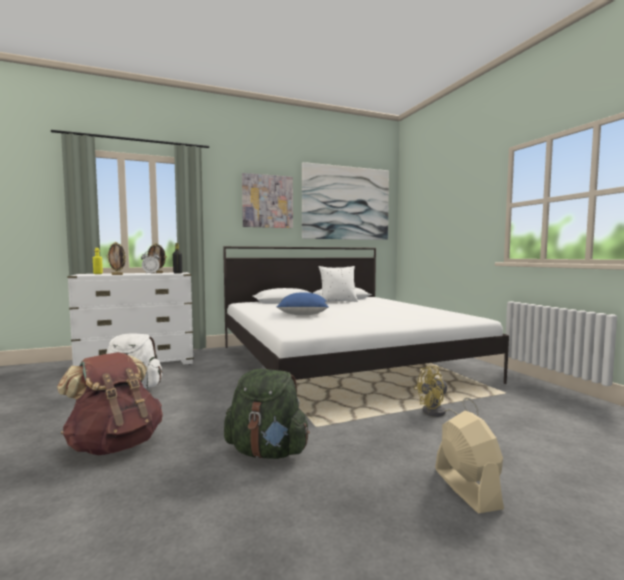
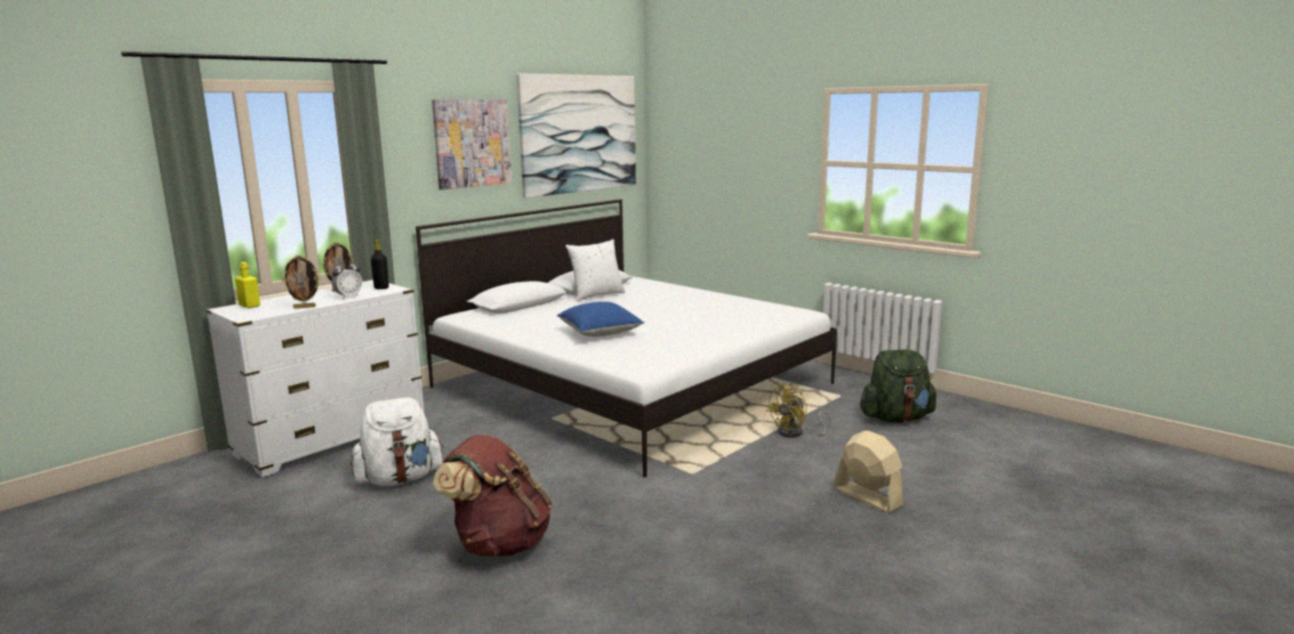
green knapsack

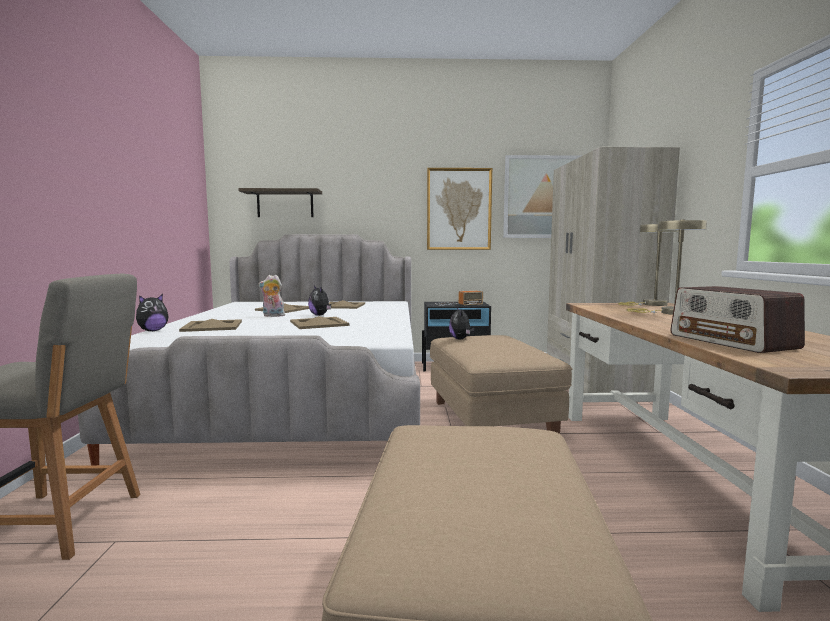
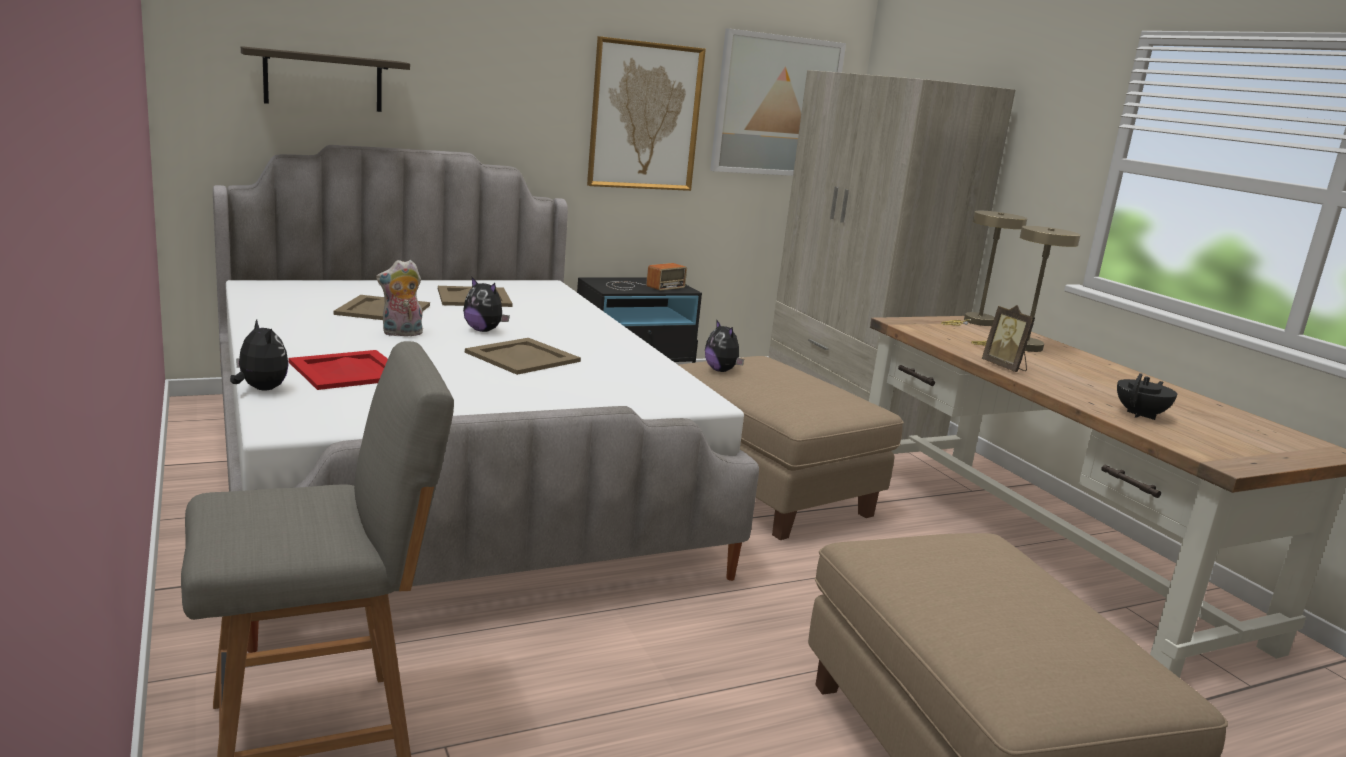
soft toy (1st from left); red-coloured tray; black tea pot; picture frame

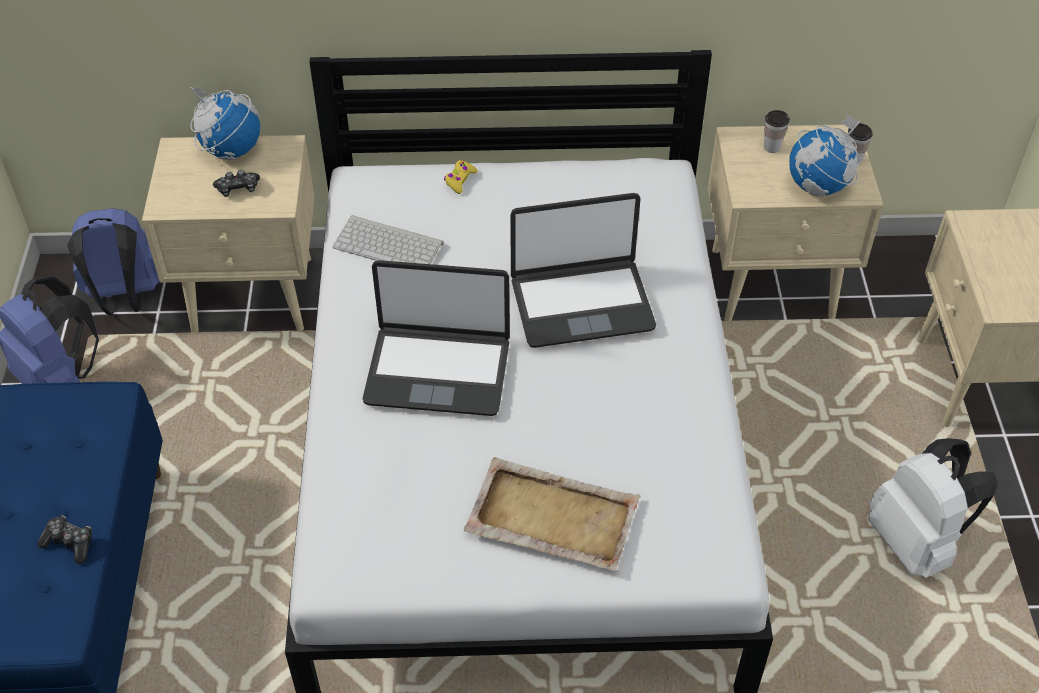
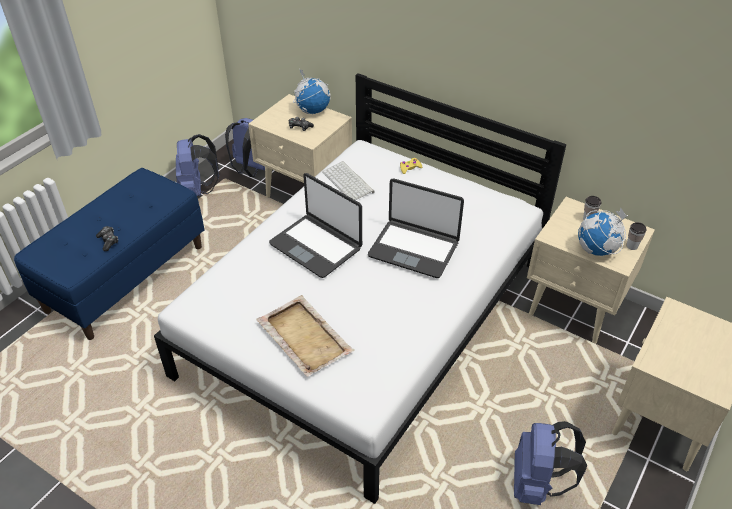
blue knapsack (3rd from left)

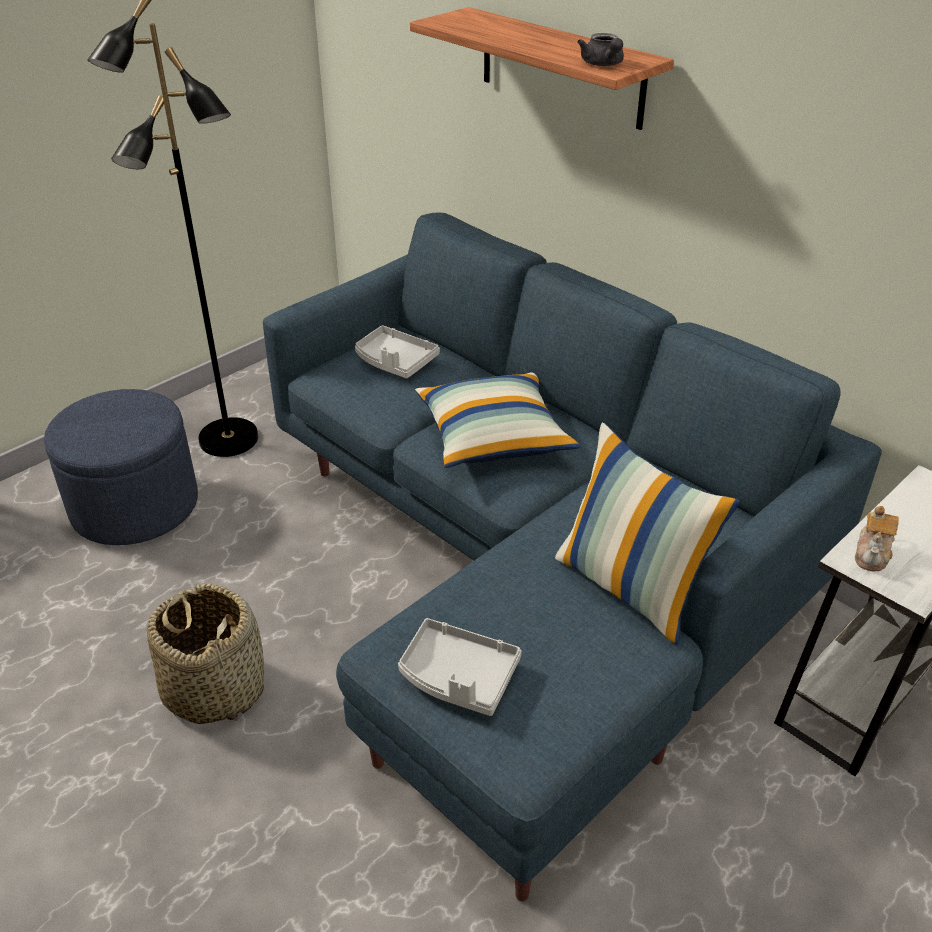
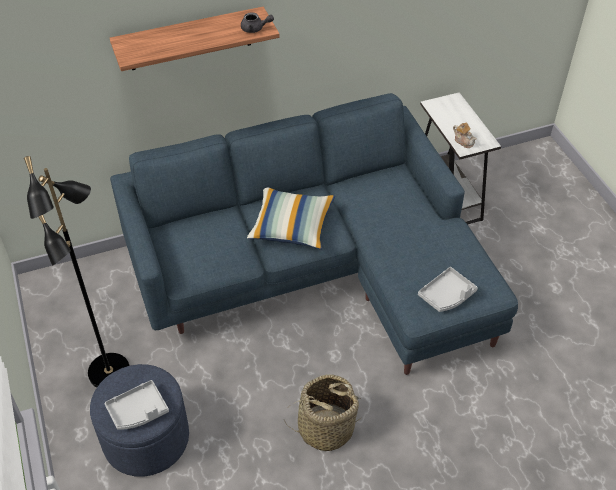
grey tray (1st from left); pillow (2nd from left in the first image)

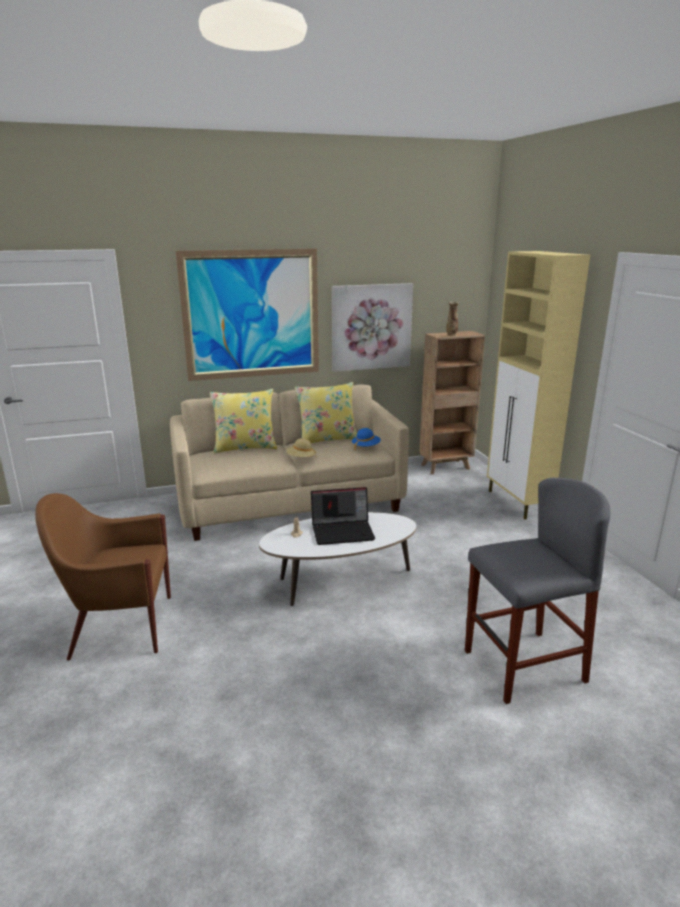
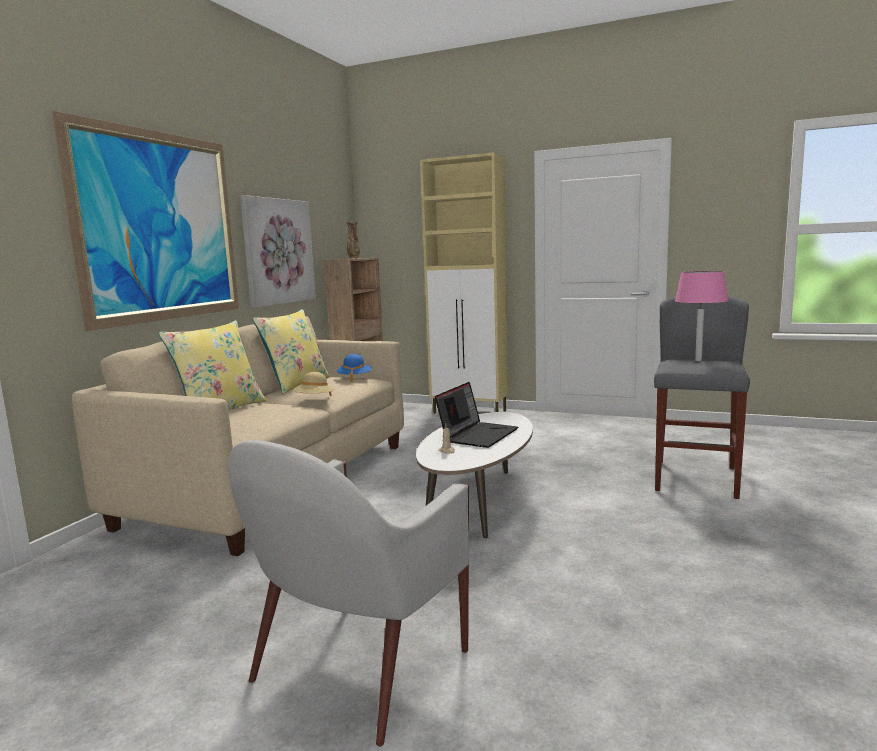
white easy chair; pinkish tabletop lamp

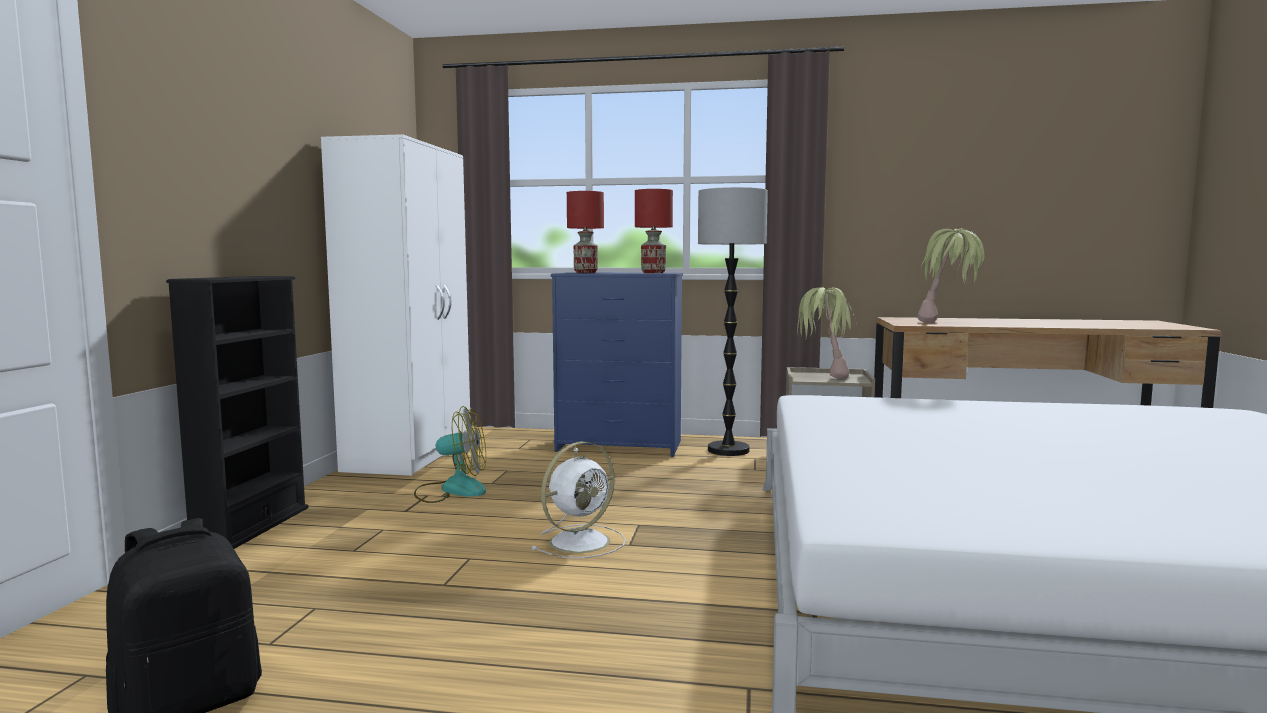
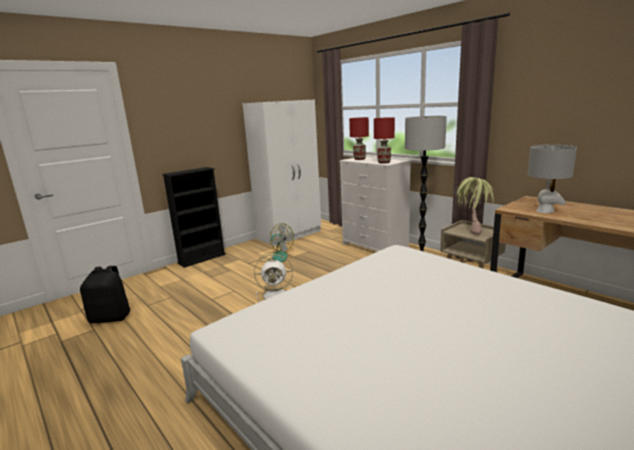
white drawer chest; grey tabletop lamp

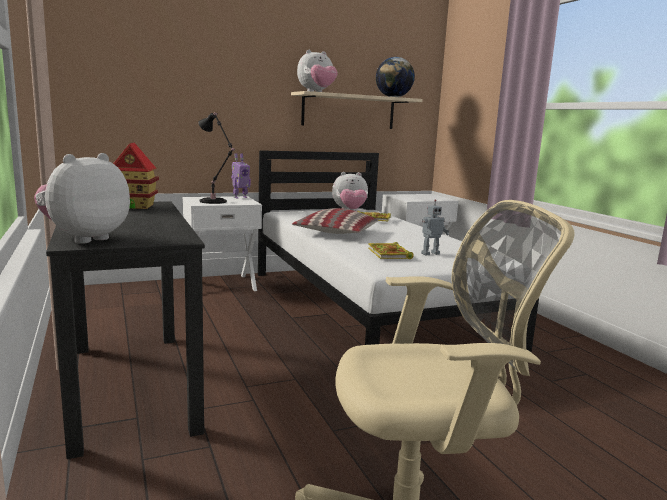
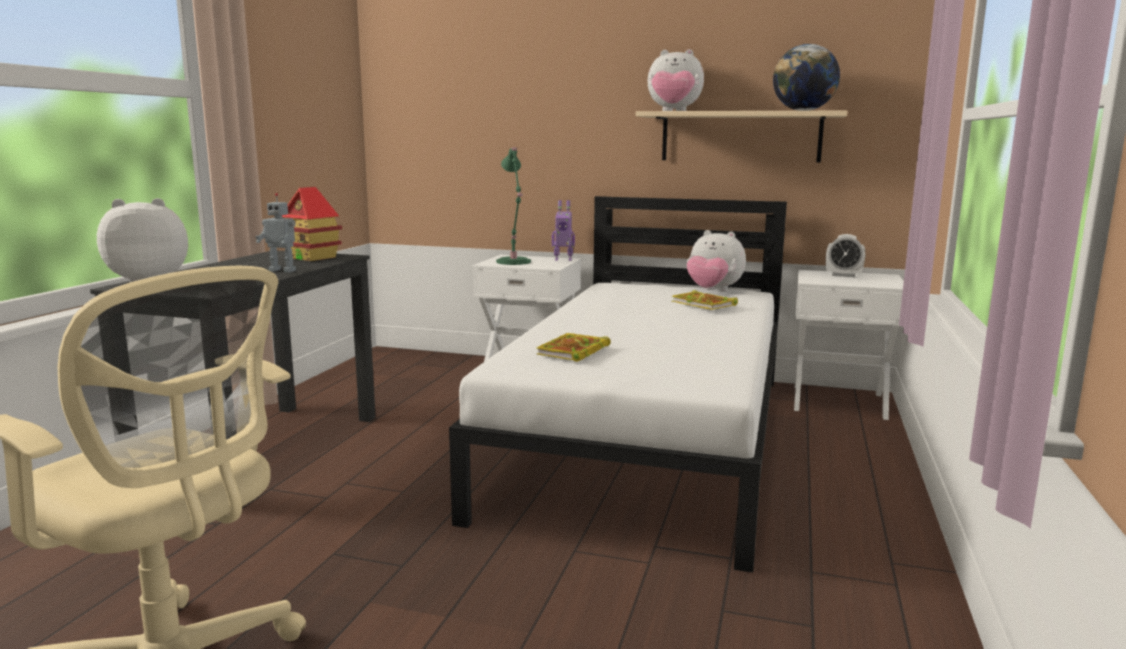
green tabletop lamp; pillow; toy robot (1st from left); table clock

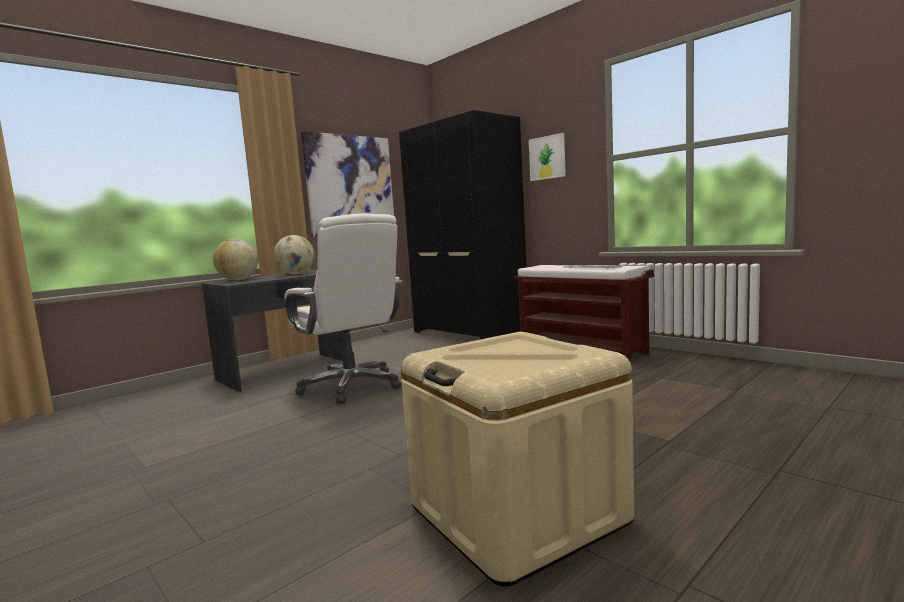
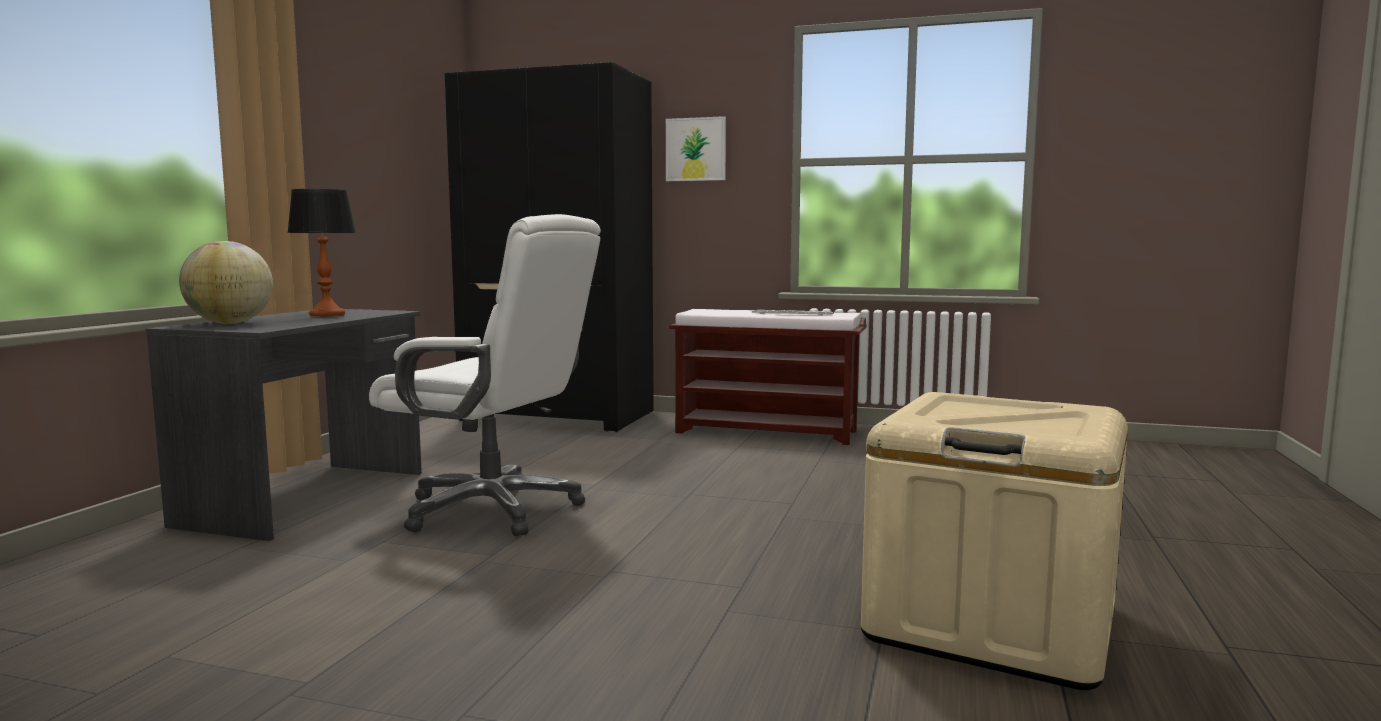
tabletop lamp; picture (1st from left in the first image)

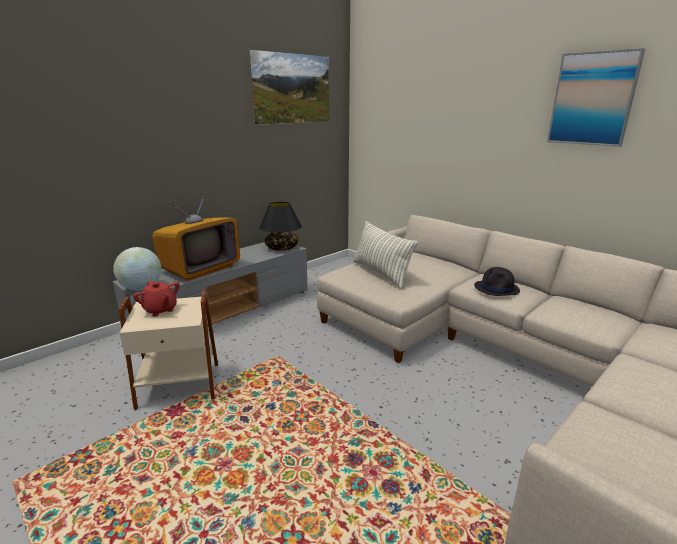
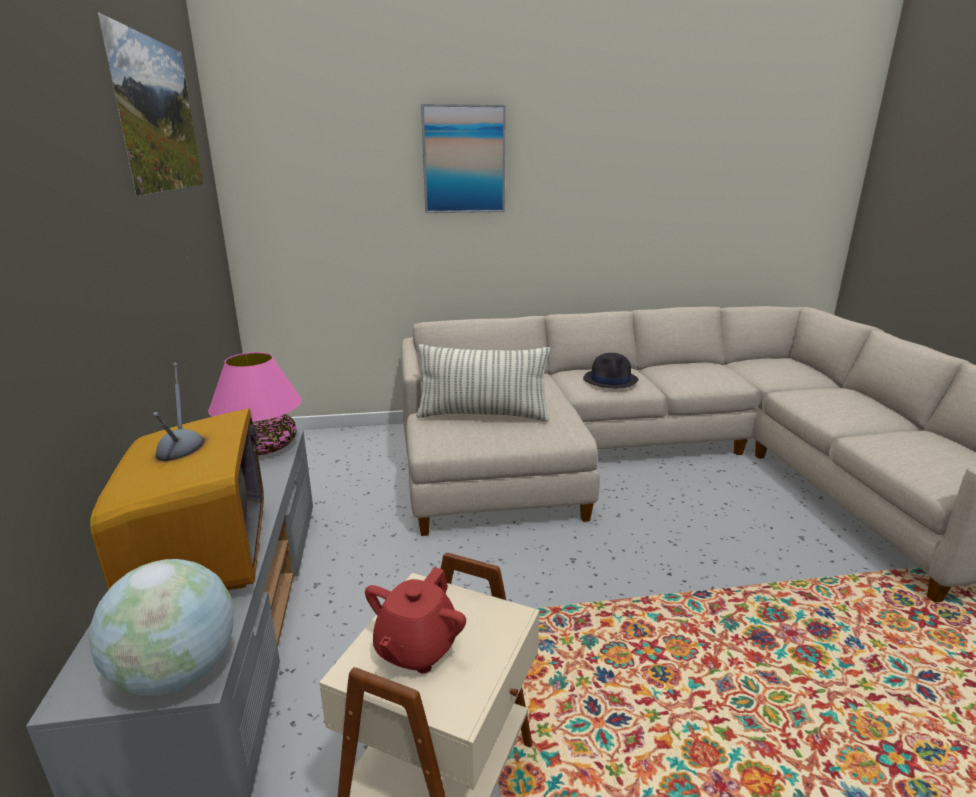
red-coloured tea pot; pinkish tabletop lamp; picture (2nd from left)

